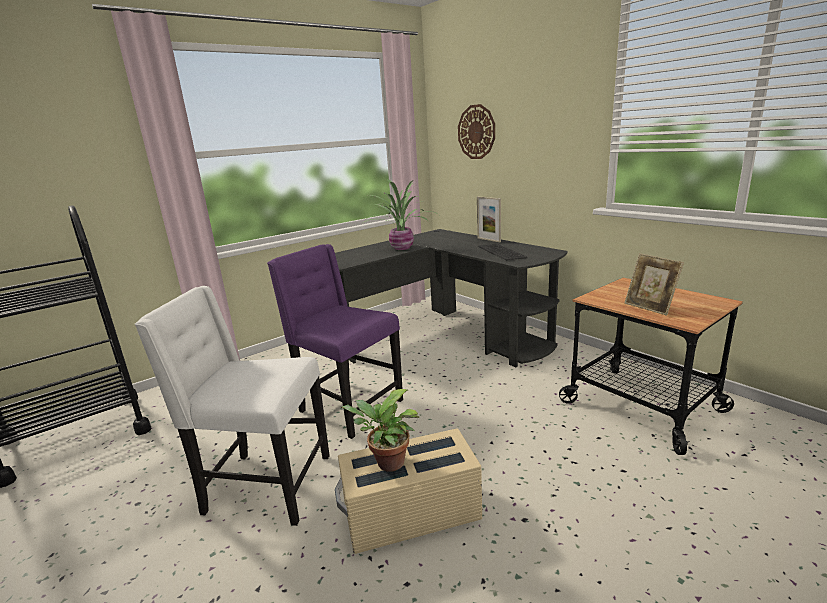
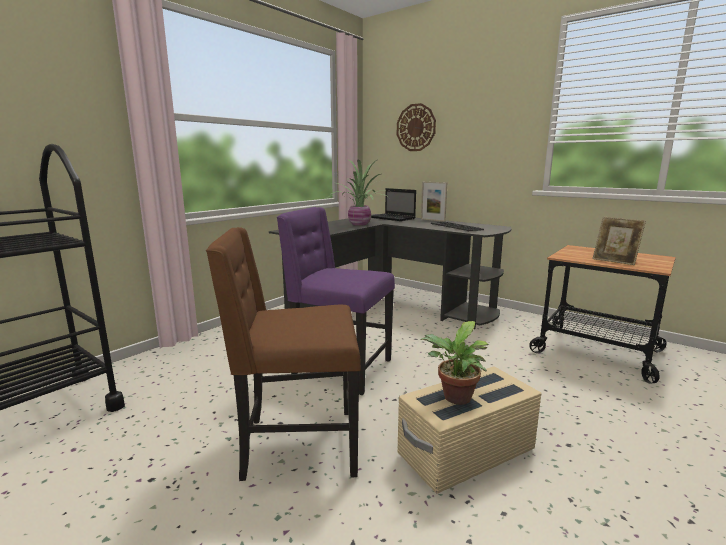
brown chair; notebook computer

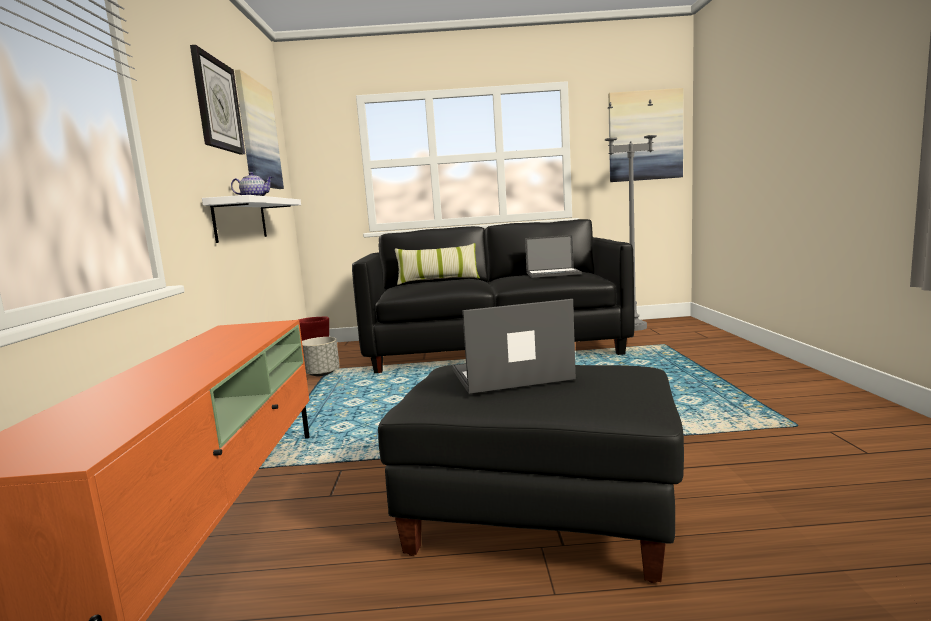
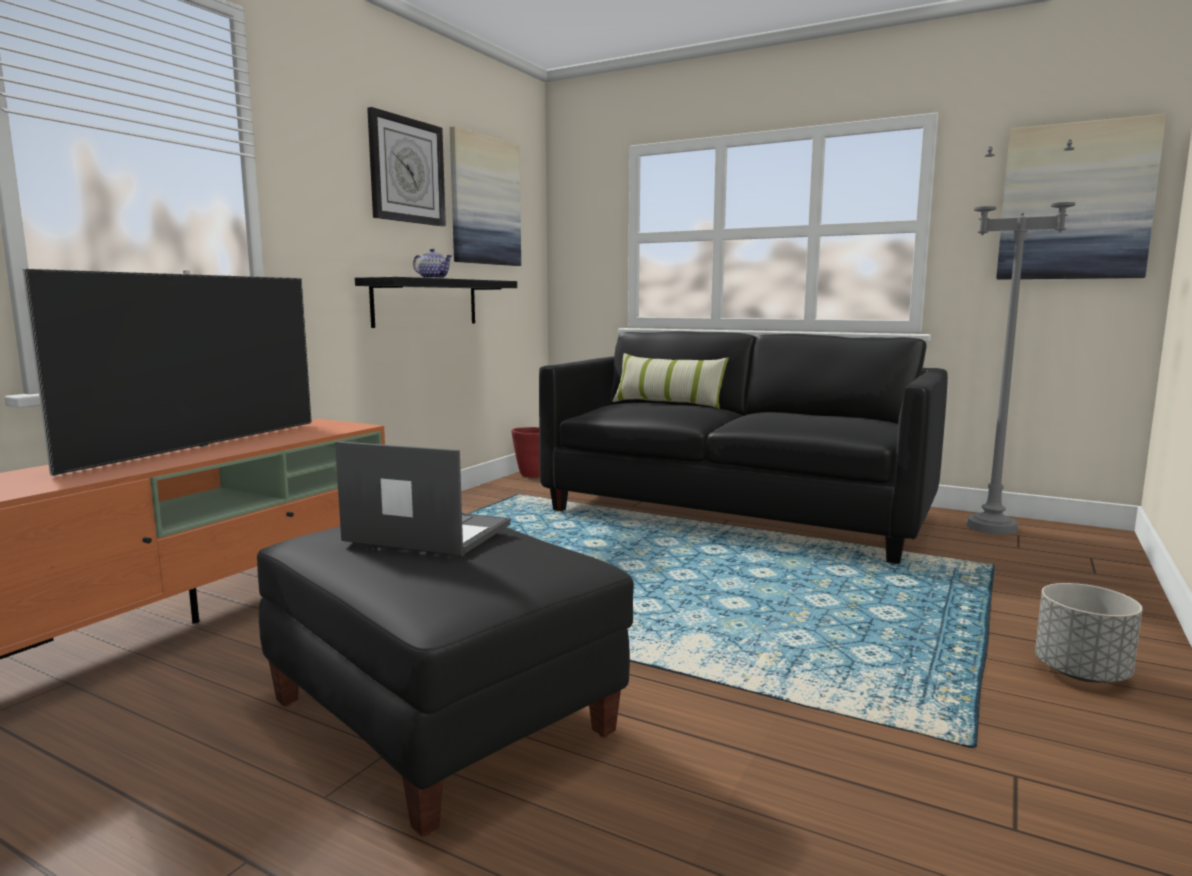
black wall shelf; grey flower pot; notebook computer (2nd from left in the first image); television

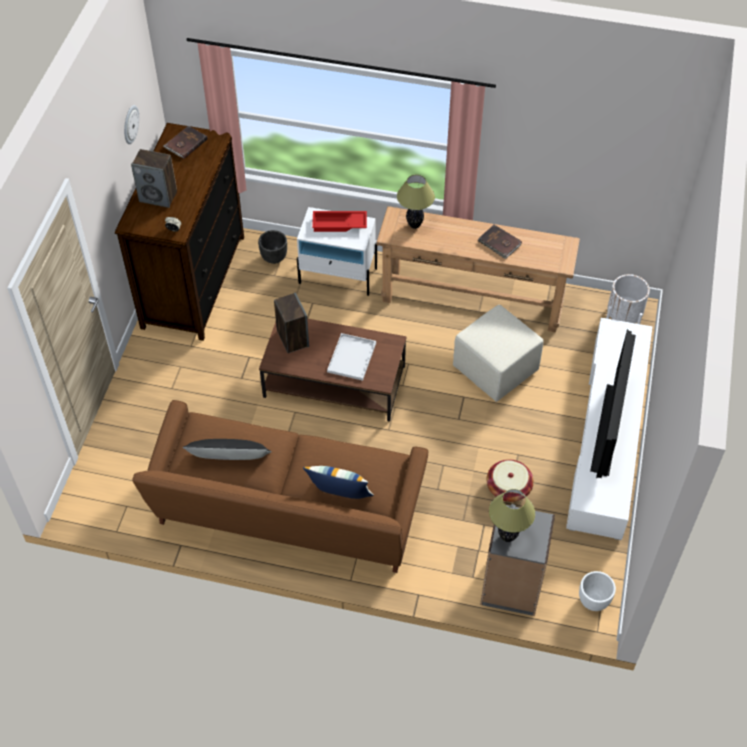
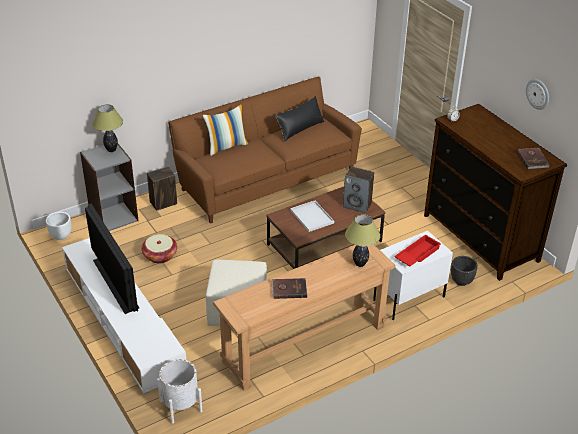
loudspeaker (1st from left)

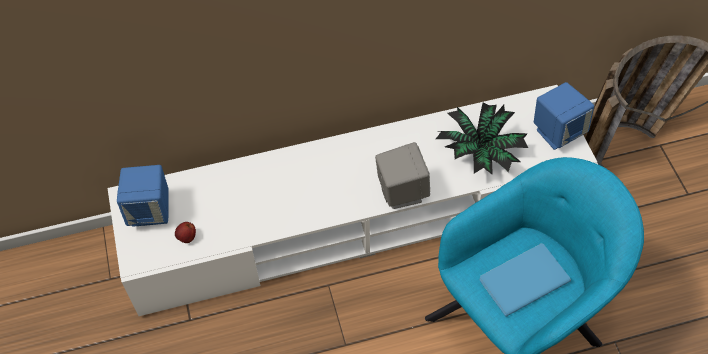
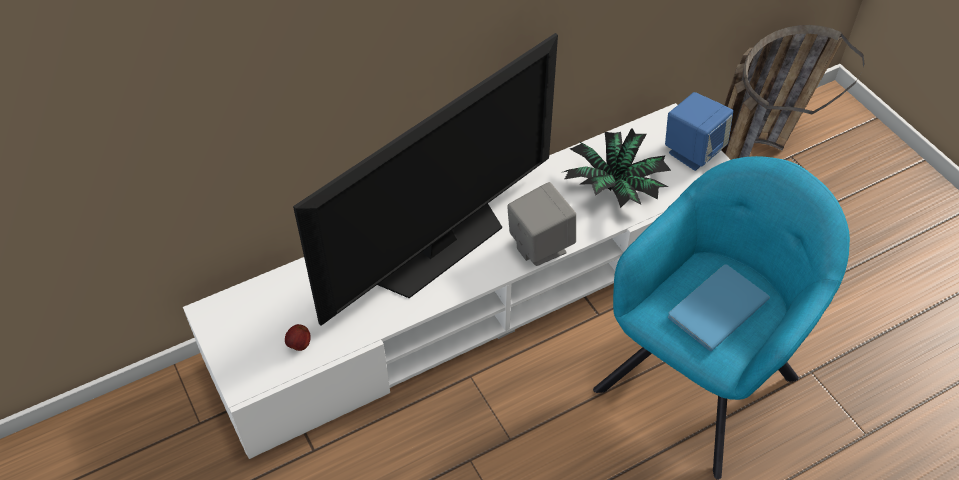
blue loudspeaker (1st from left in the first image); television

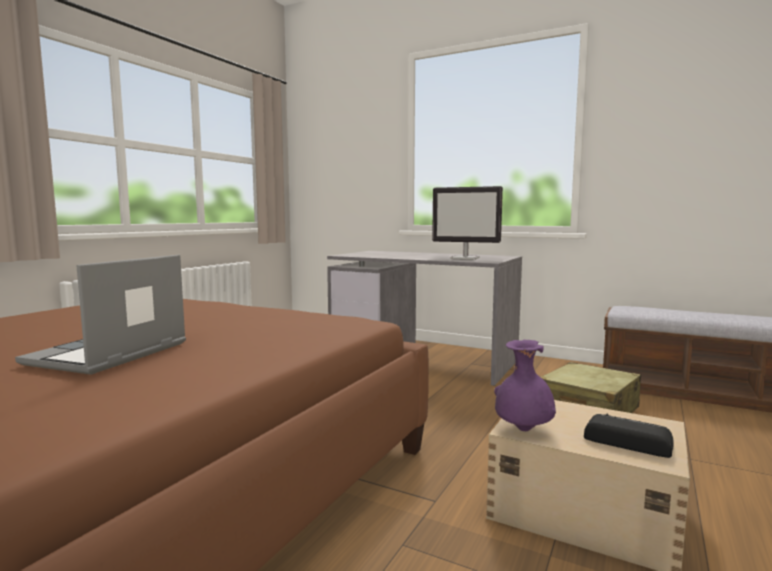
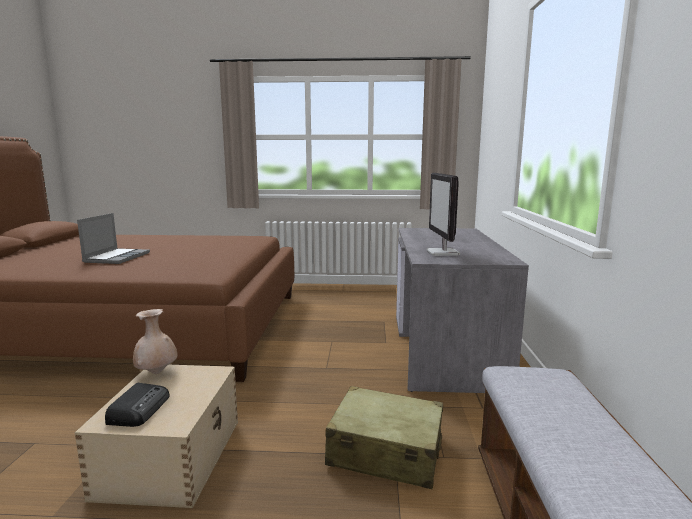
notebook computer; beige vase

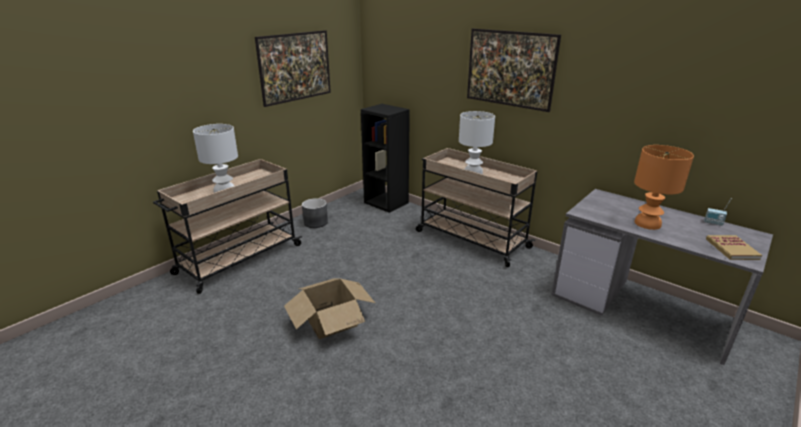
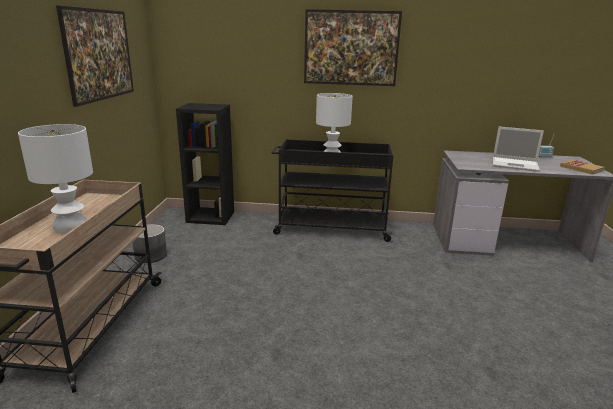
packing box; black wheeled cart; notebook computer

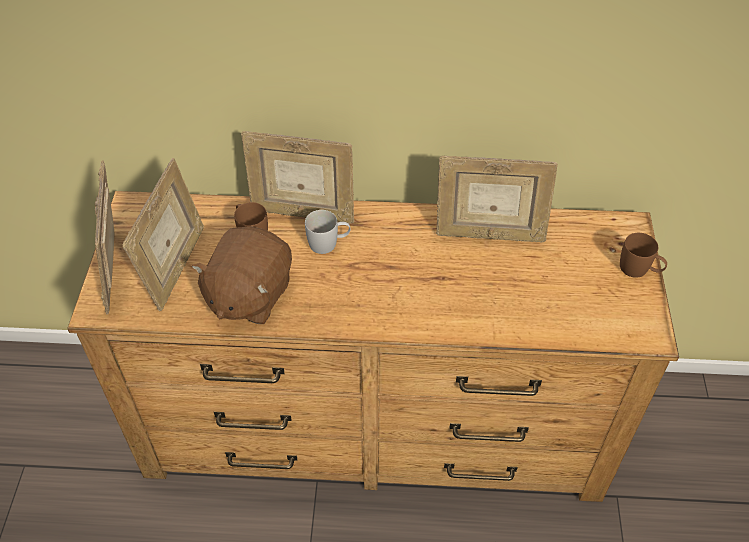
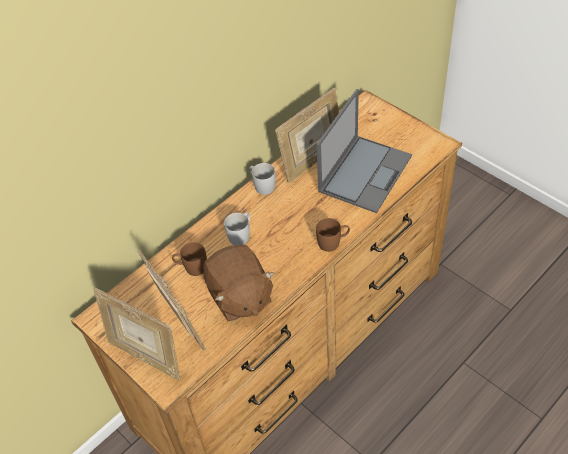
picture frame (3rd from left in the first image); brown mug (2nd from left); white mug (2nd from left); notebook computer

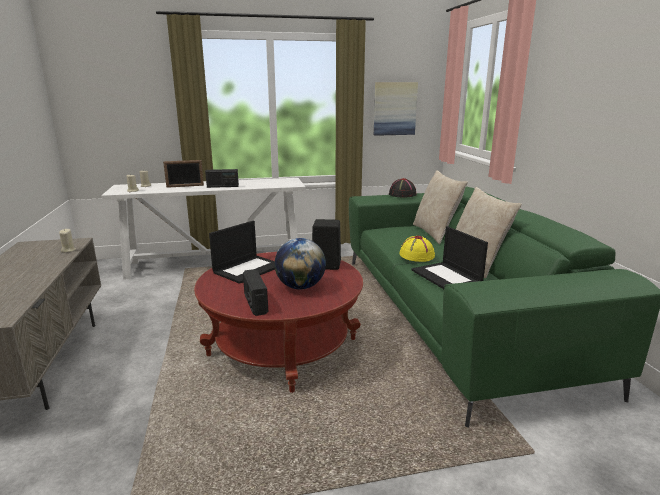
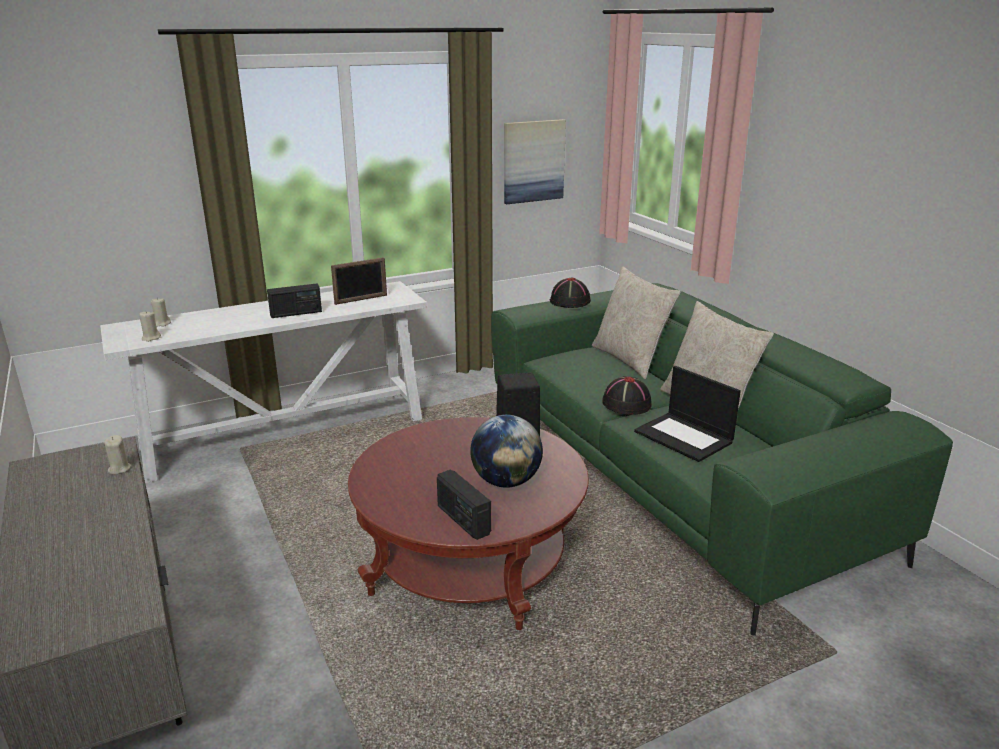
picture frame; notebook computer (1st from left in the first image); black hat (2nd from left)

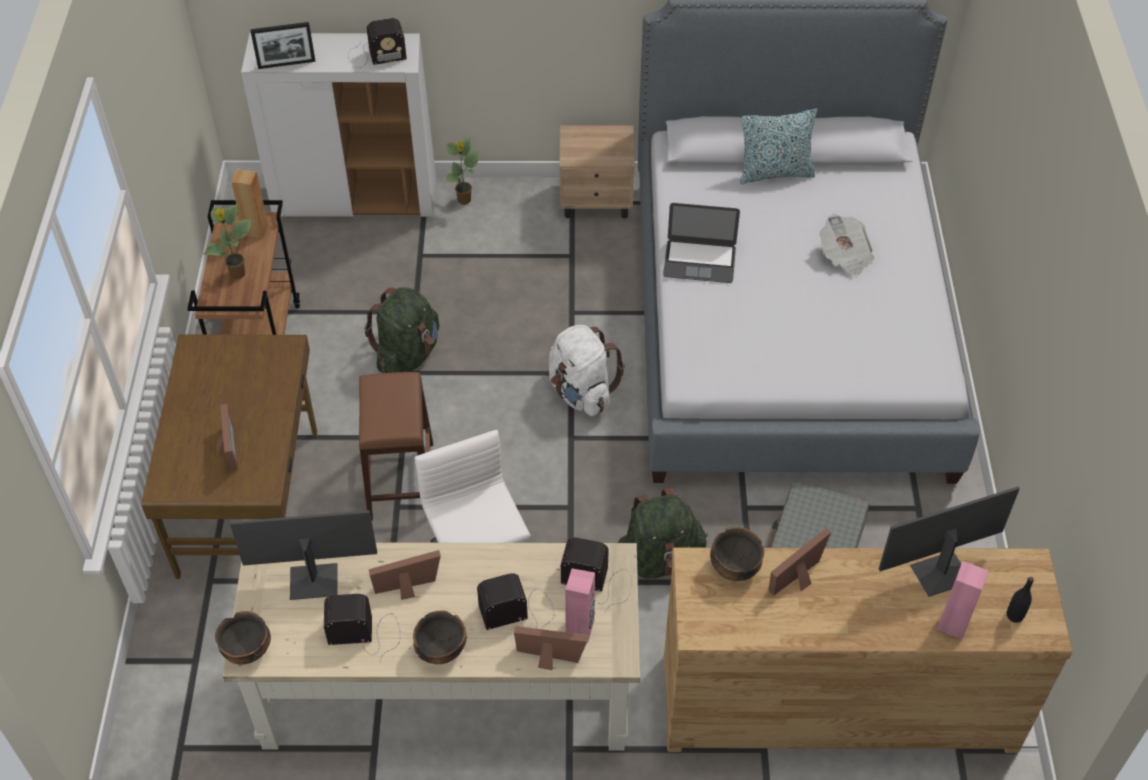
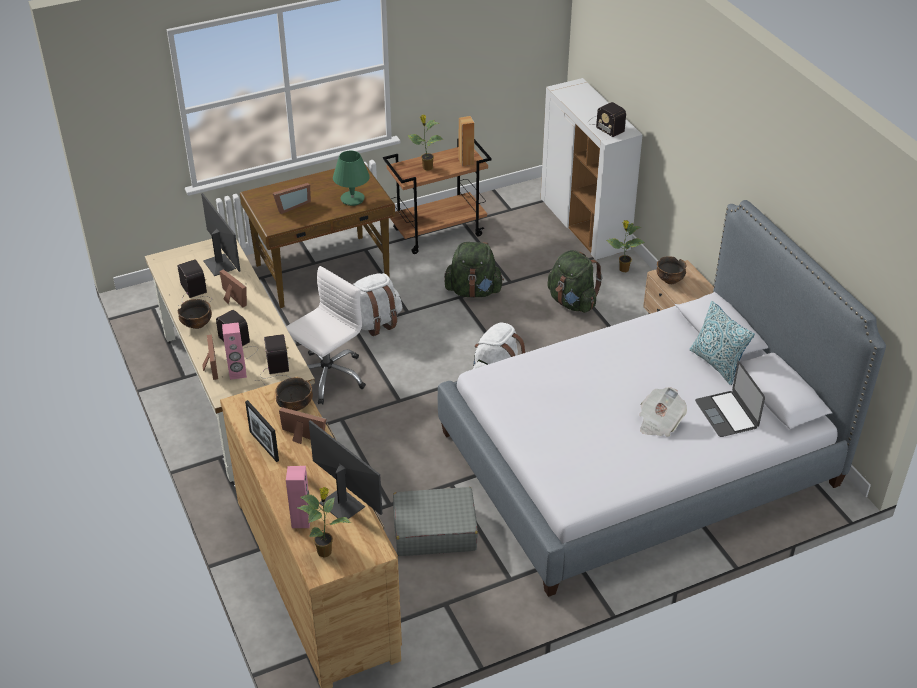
deep dish (3rd from left); picture frame (3rd from left); white knapsack (1st from left); green knapsack (2nd from left); notebook computer; houseplant (1st from left); green tabletop lamp

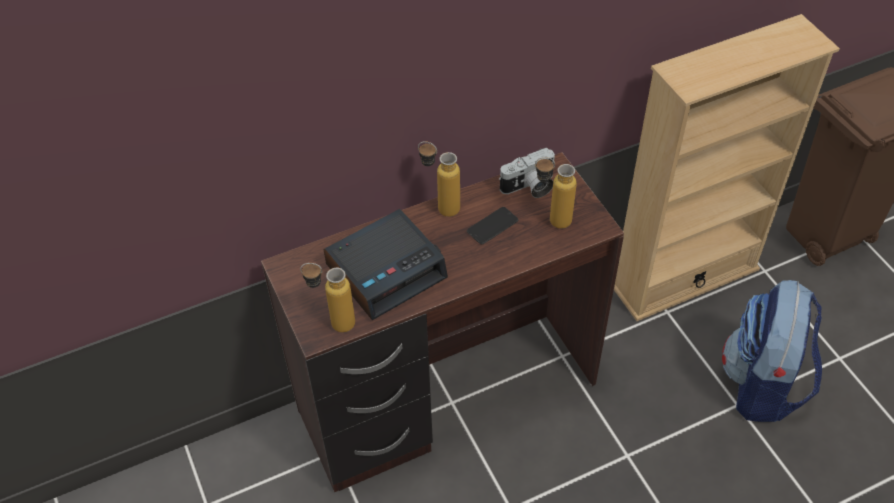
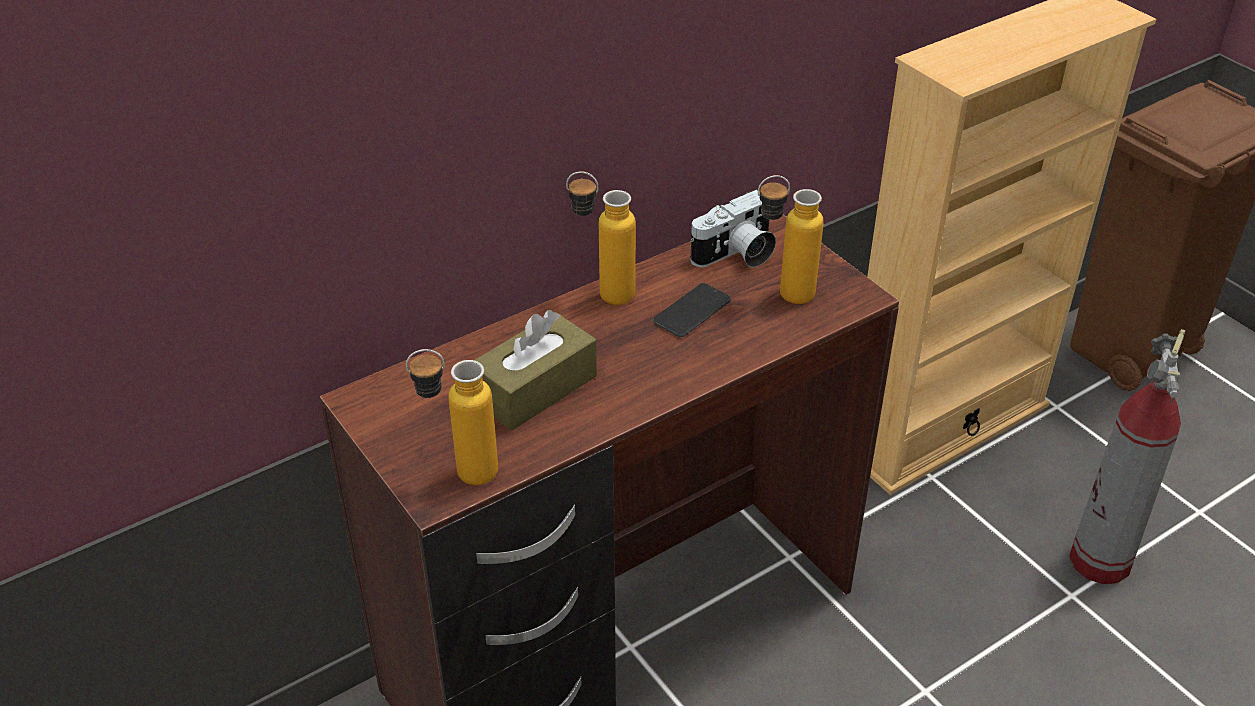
brown tissue box; fire-fighting cylinder

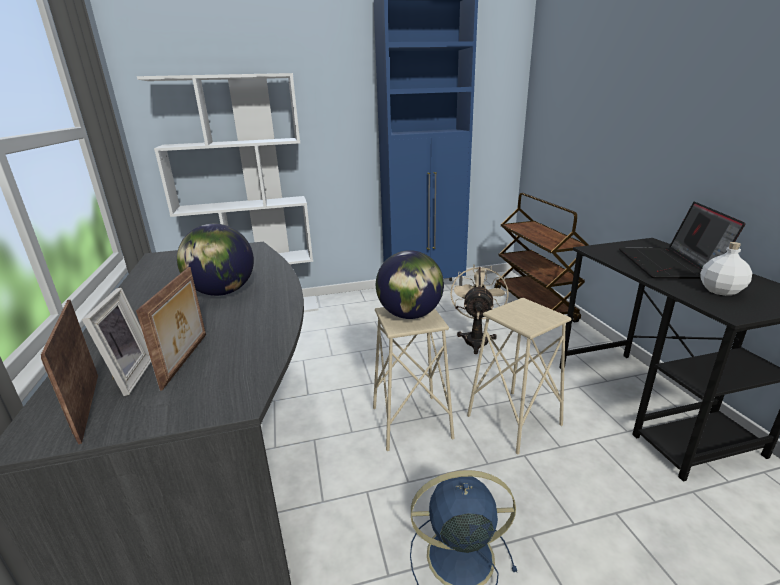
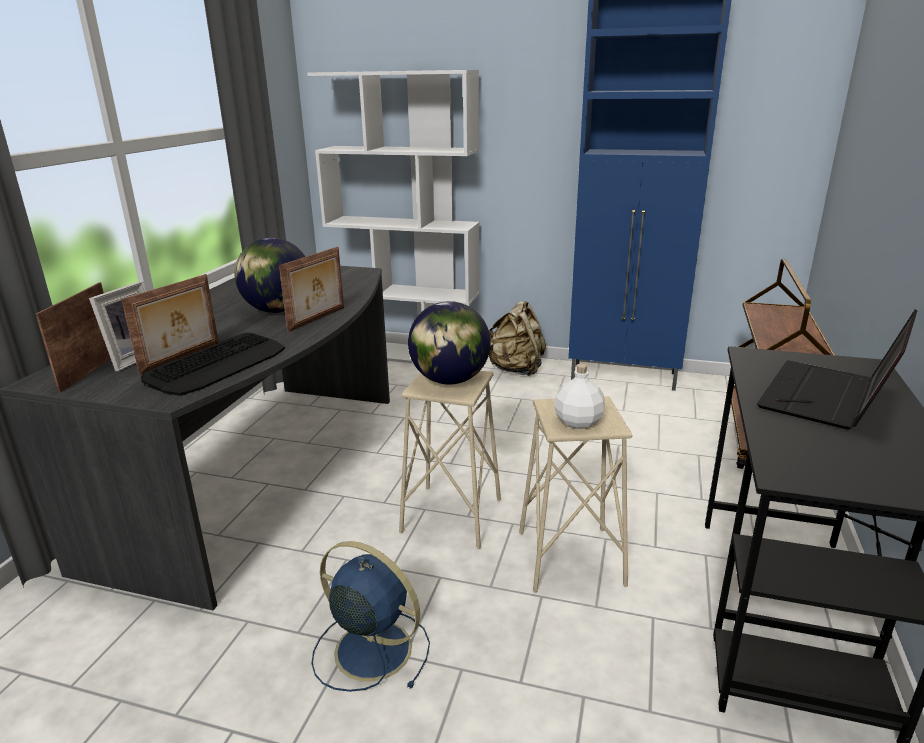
beige cooling fan; white bottle; computer keyboard; picture frame (4th from left); beige knapsack

